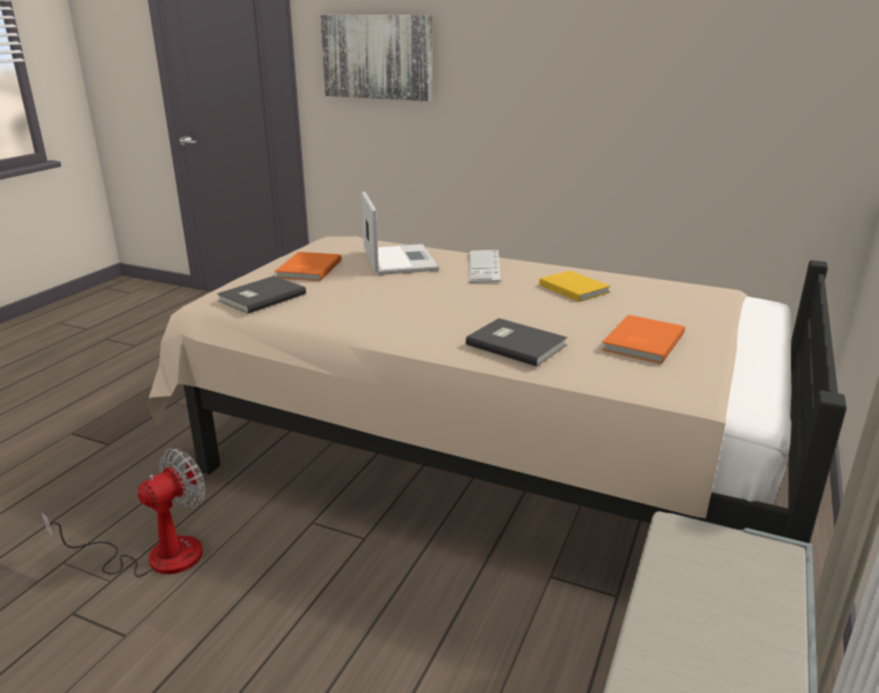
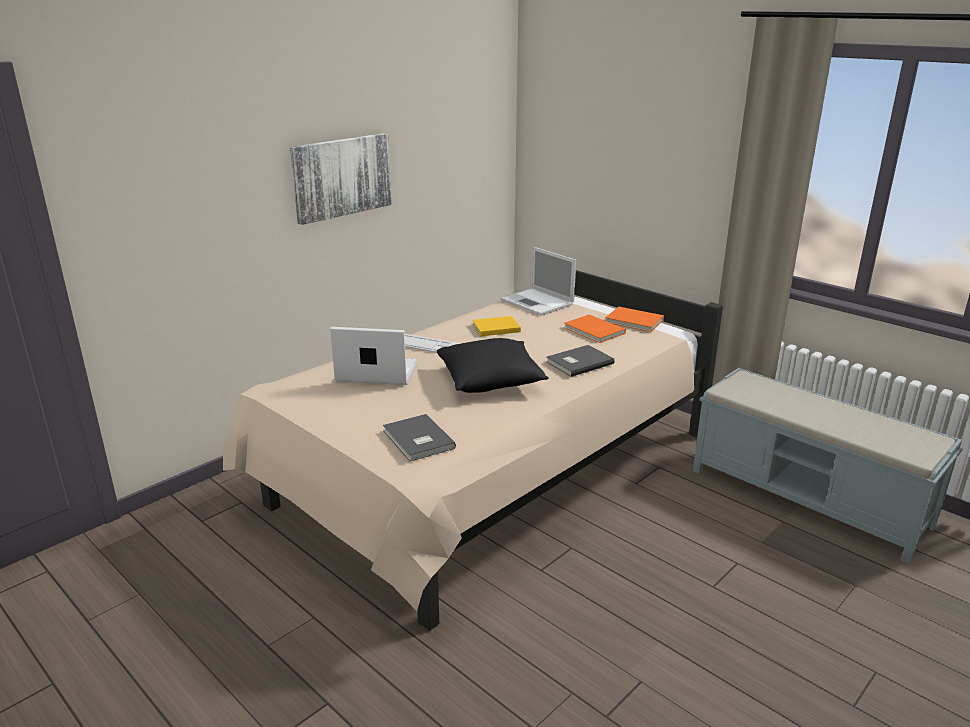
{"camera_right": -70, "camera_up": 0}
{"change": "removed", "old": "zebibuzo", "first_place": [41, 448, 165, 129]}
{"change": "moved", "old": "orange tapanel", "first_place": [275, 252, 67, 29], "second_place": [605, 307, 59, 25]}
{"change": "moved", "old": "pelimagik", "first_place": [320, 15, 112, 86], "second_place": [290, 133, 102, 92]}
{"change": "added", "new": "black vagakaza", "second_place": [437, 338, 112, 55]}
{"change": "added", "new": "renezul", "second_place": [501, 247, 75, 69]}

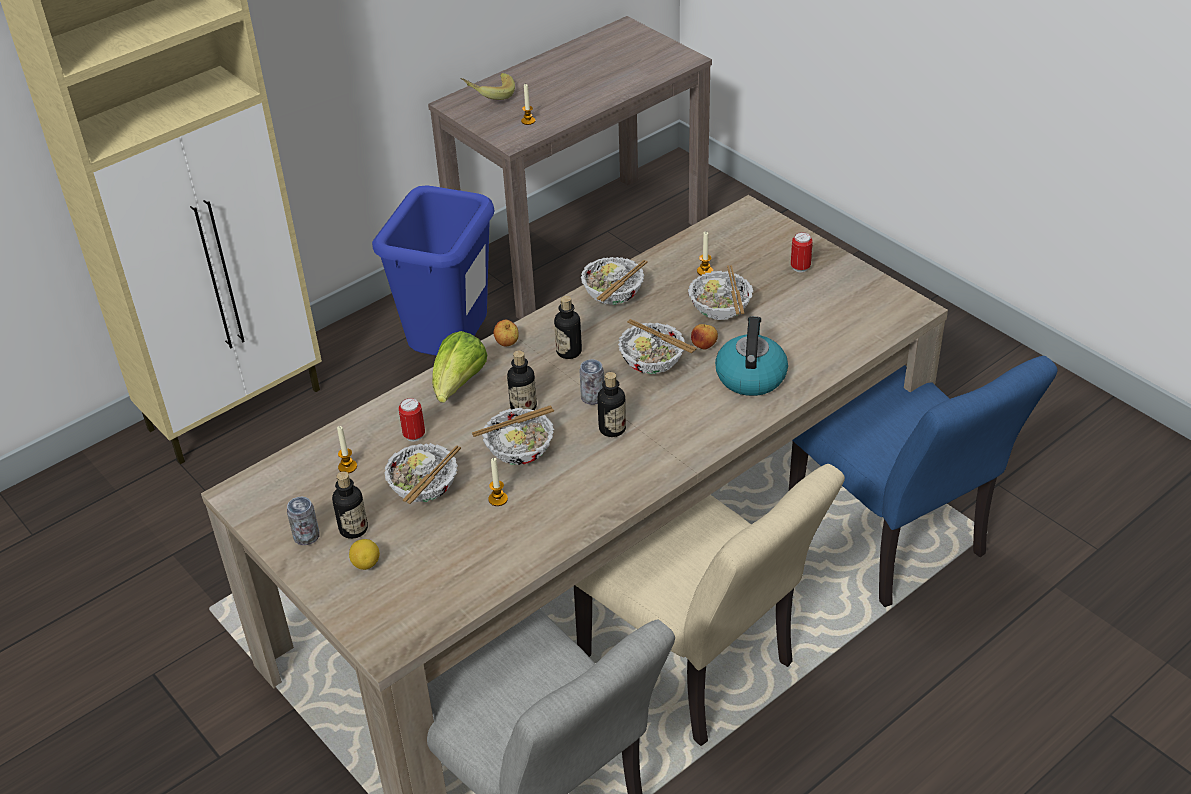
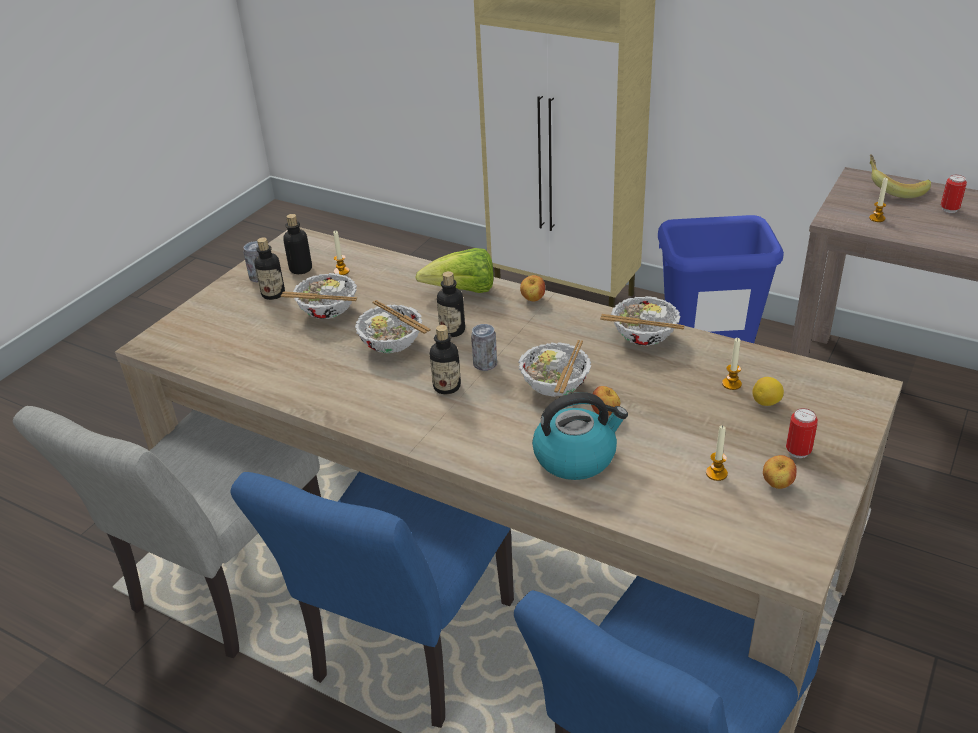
{"camera_right": 70, "camera_up": -5}
{"change": "moved", "old": "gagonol", "first_place": [349, 539, 31, 31], "second_place": [752, 377, 32, 29]}
{"change": "moved", "old": "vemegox", "first_place": [399, 398, 26, 44], "second_place": [941, 175, 26, 38]}
{"change": "moved", "old": "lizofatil", "first_place": [488, 458, 20, 48], "second_place": [706, 426, 22, 55]}
{"change": "moved", "old": "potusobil", "first_place": [554, 296, 28, 63], "second_place": [283, 214, 29, 60]}
{"change": "recoloured", "old": "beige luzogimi", "new": "blue luzogimi", "first_place": [574, 464, 271, 282], "second_place": [230, 472, 284, 256]}
{"change": "removed", "old": "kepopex", "first_place": [688, 265, 65, 55]}
{"change": "added", "new": "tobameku", "second_place": [763, 455, 34, 34]}

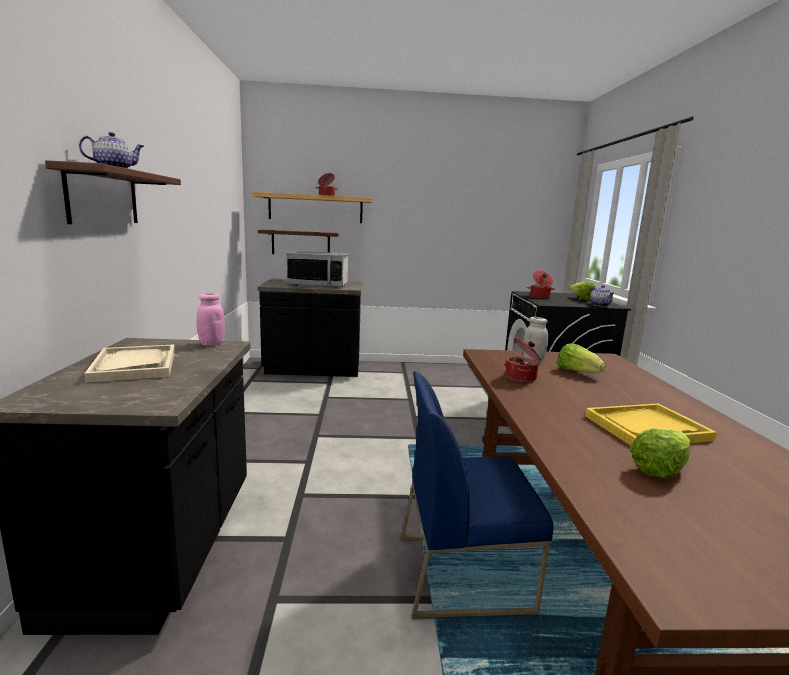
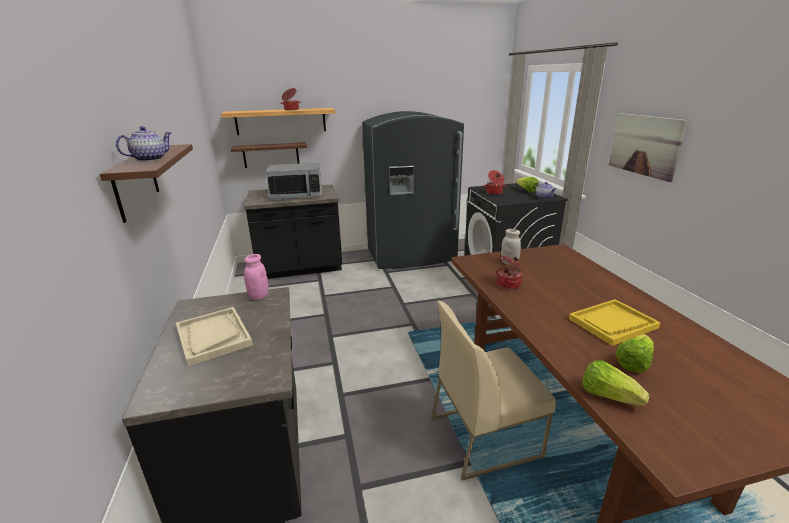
{"camera_right": -10, "camera_up": 10}
{"change": "recoloured", "old": "blue luzogimi", "new": "beige luzogimi", "first_place": [401, 371, 153, 248], "second_place": [432, 301, 124, 180]}
{"change": "moved", "old": "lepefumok", "first_place": [557, 343, 49, 30], "second_place": [582, 360, 67, 46]}
{"change": "added", "new": "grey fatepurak", "second_place": [362, 111, 102, 158]}
{"change": "added", "new": "pelimagik", "second_place": [609, 113, 79, 69]}

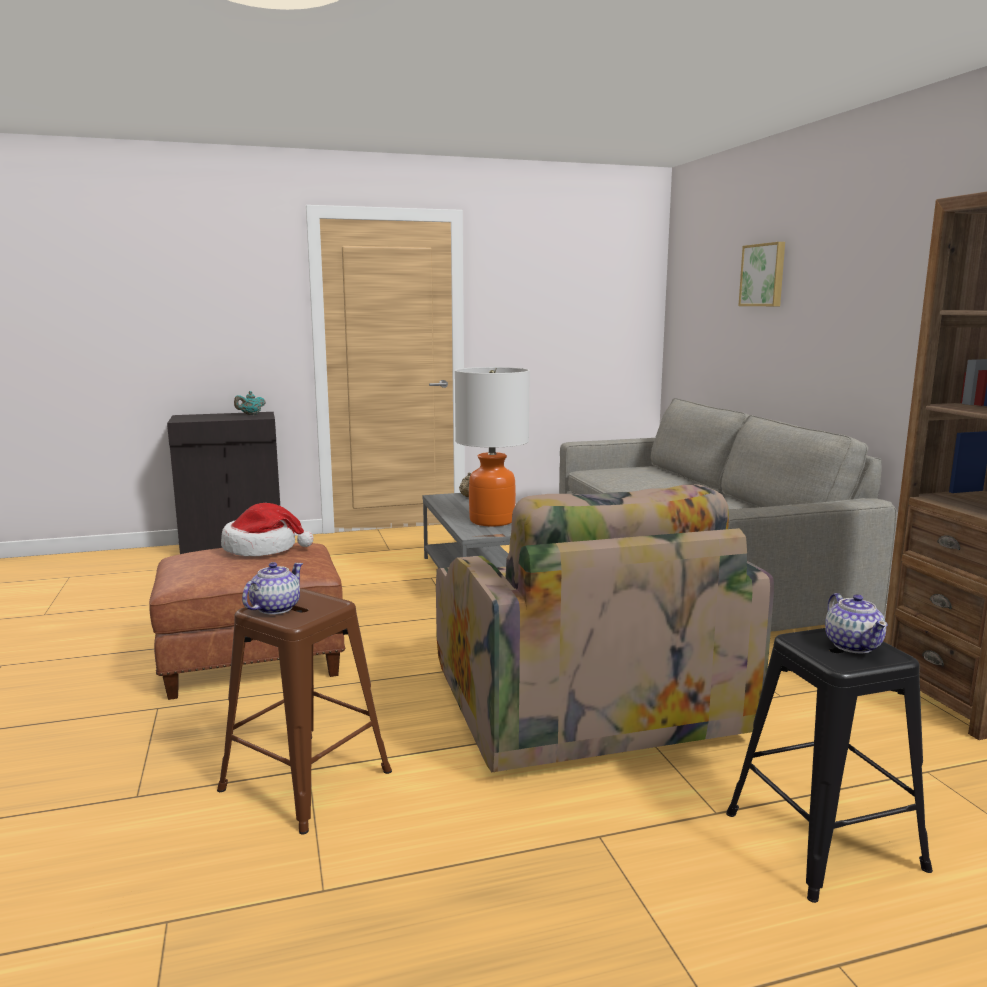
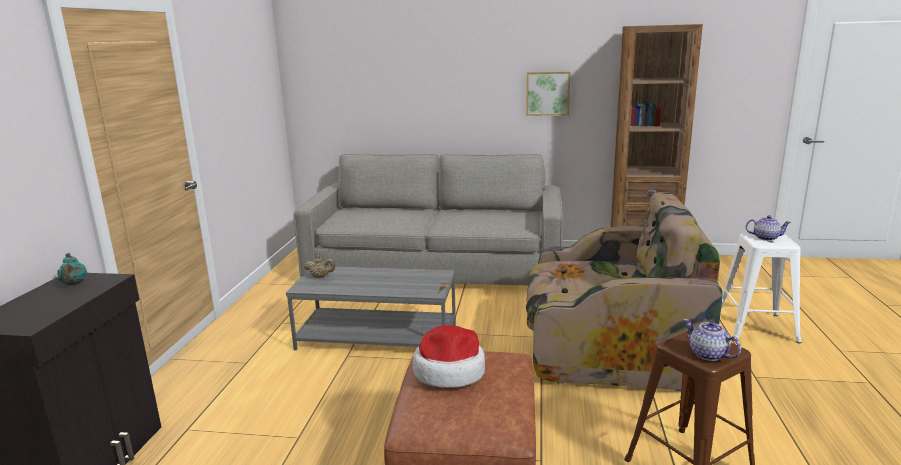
{"camera_right": -65, "camera_up": 5}
{"change": "removed", "old": "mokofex", "first_place": [455, 367, 75, 160]}
{"change": "recoloured", "old": "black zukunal", "new": "white zukunal", "first_place": [726, 628, 207, 275], "second_place": [721, 233, 81, 110]}
{"change": "moved", "old": "pelimagik", "first_place": [739, 242, 46, 64], "second_place": [526, 71, 44, 45]}

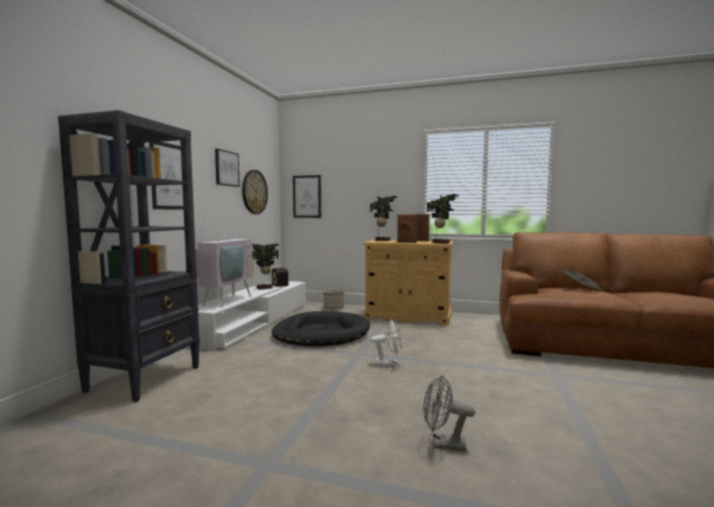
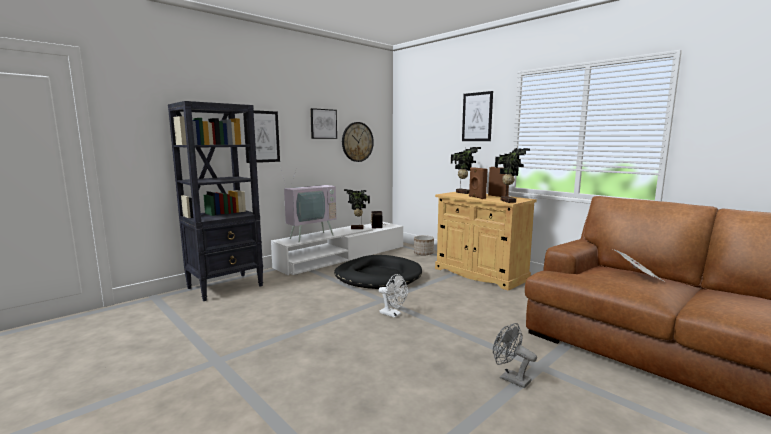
{"camera_right": 30, "camera_up": 5}
{"change": "moved", "old": "pelimagik", "first_place": [293, 175, 28, 43], "second_place": [462, 91, 31, 50]}
{"change": "moved", "old": "grey zebibuzo", "first_place": [423, 375, 52, 77], "second_place": [493, 323, 44, 65]}

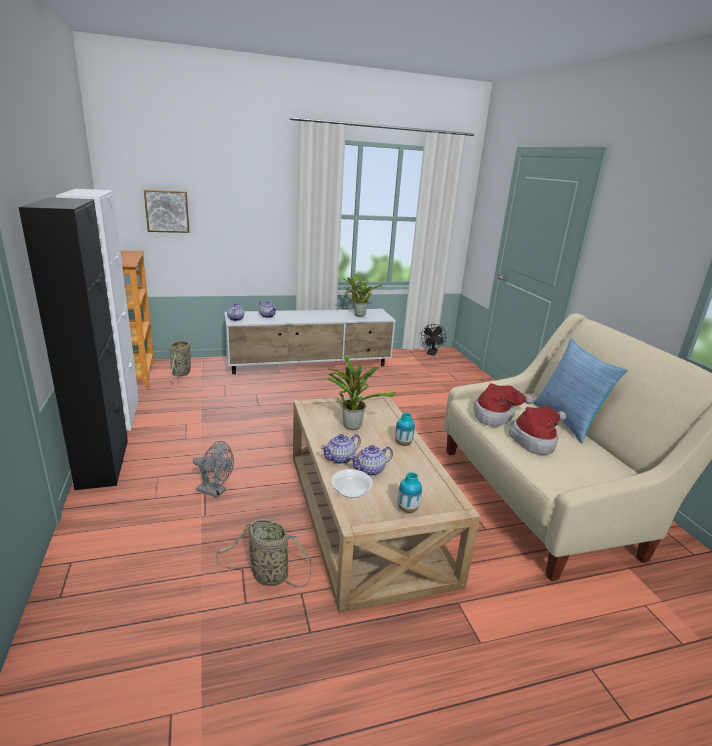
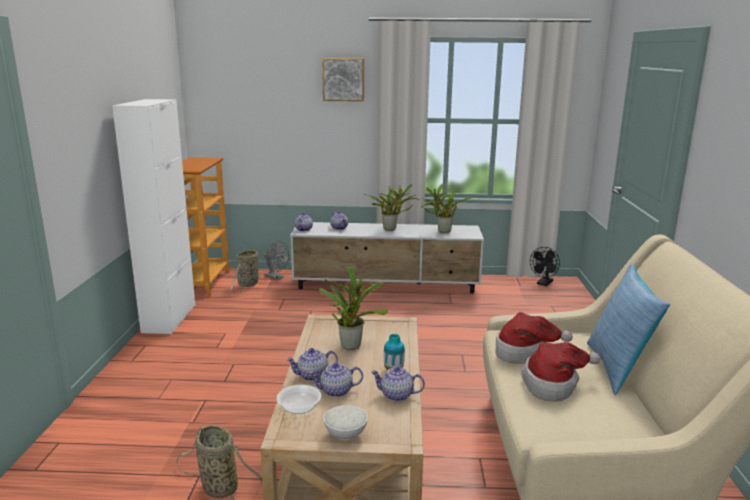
{"camera_right": 20, "camera_up": -5}
{"change": "removed", "old": "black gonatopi", "first_place": [19, 197, 109, 293]}
{"change": "moved", "old": "pelimagik", "first_place": [144, 190, 46, 43], "second_place": [322, 58, 42, 43]}
{"change": "moved", "old": "grey zebibuzo", "first_place": [193, 441, 41, 57], "second_place": [264, 241, 25, 39]}
{"change": "replaced", "old": "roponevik", "new": "white kepopex", "first_place": [398, 472, 24, 41], "second_place": [324, 405, 44, 35]}
{"change": "added", "new": "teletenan", "second_place": [364, 184, 56, 47]}
{"change": "added", "new": "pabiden", "second_place": [371, 366, 54, 35]}

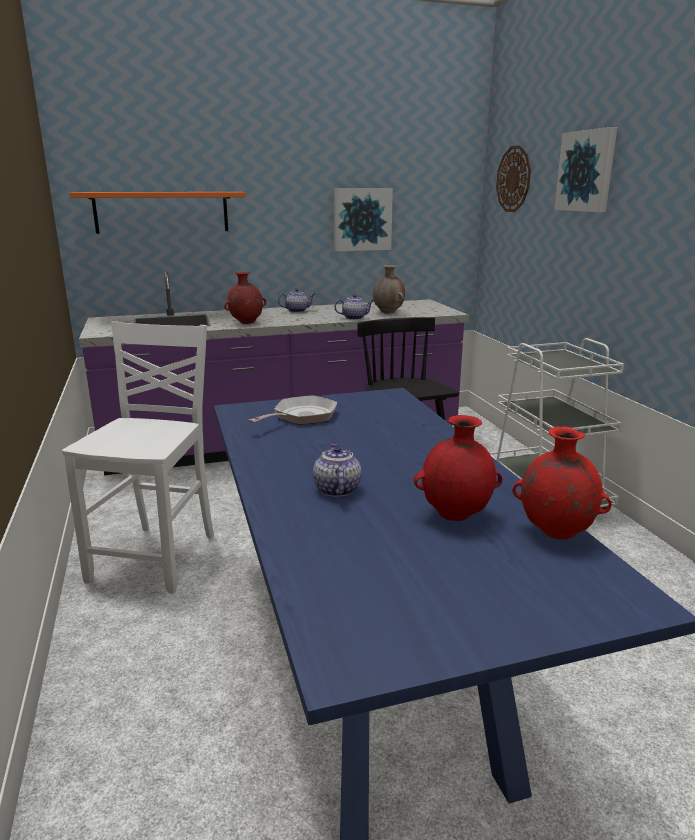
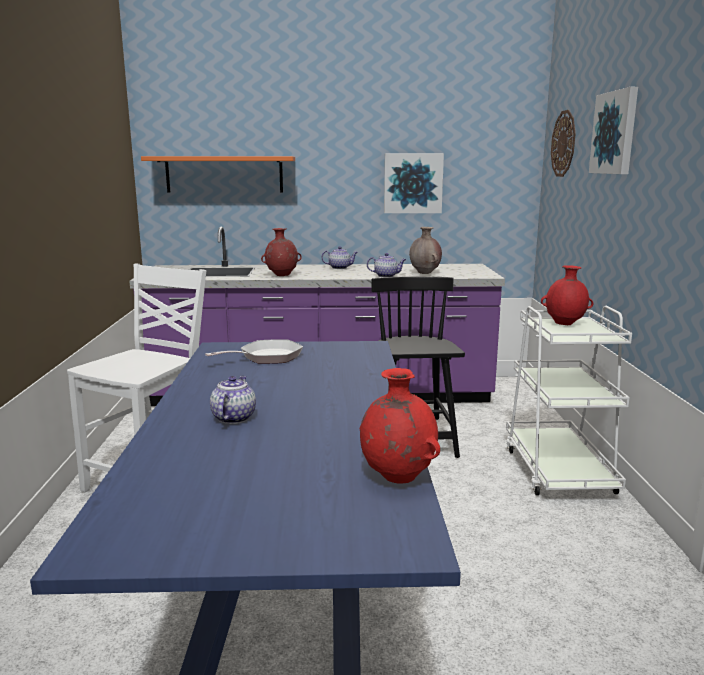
{"camera_right": 15, "camera_up": -5}
{"change": "moved", "old": "red roponevik", "first_place": [414, 415, 88, 106], "second_place": [541, 265, 52, 60]}

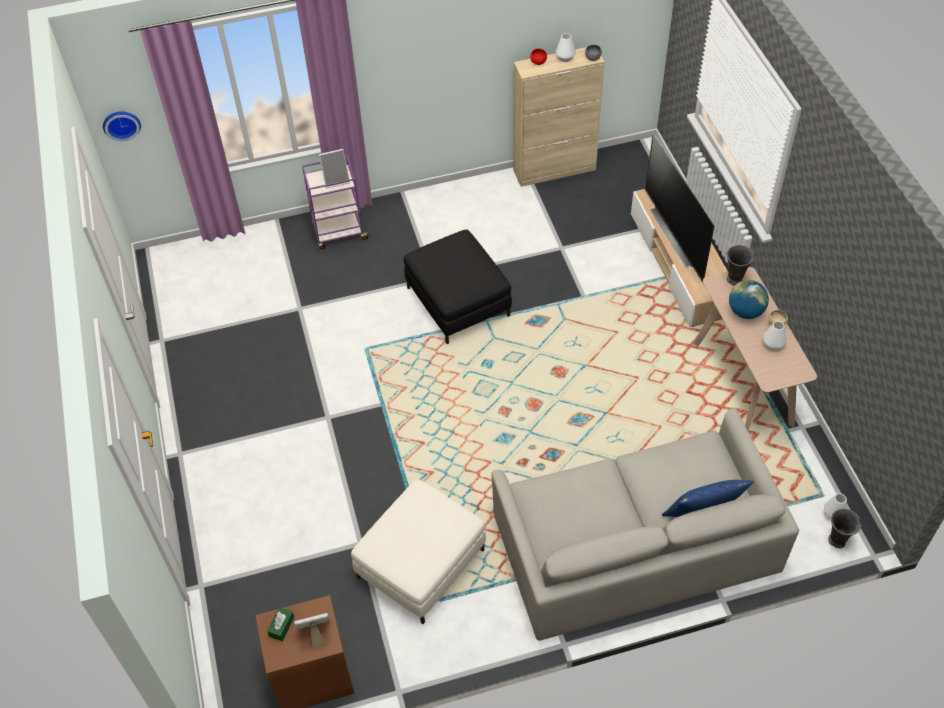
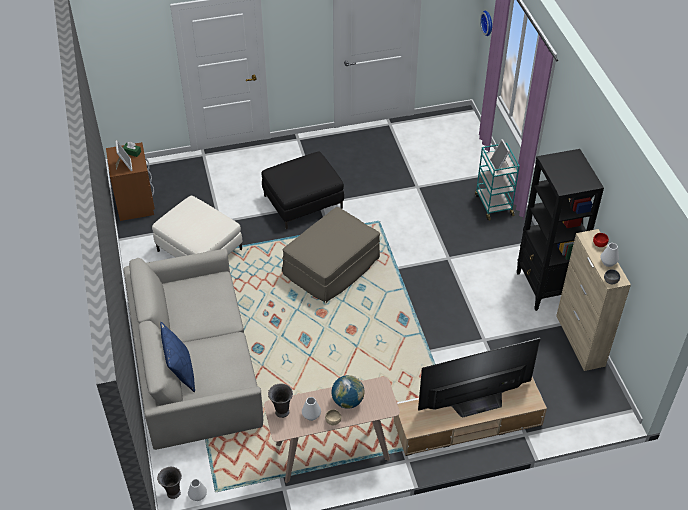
{"camera_right": 90, "camera_up": -5}
{"change": "recoloured", "old": "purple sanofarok", "new": "turquoise sanofarok", "first_place": [302, 156, 68, 93], "second_place": [475, 143, 45, 78]}
{"change": "moved", "old": "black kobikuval", "first_place": [404, 230, 108, 114], "second_place": [261, 152, 83, 77]}
{"change": "moved", "old": "grey roponevik", "first_place": [727, 245, 27, 41], "second_place": [268, 383, 25, 35]}
{"change": "added", "new": "beige kobikuval", "second_place": [282, 207, 98, 96]}
{"change": "added", "new": "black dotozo", "second_place": [516, 149, 88, 162]}

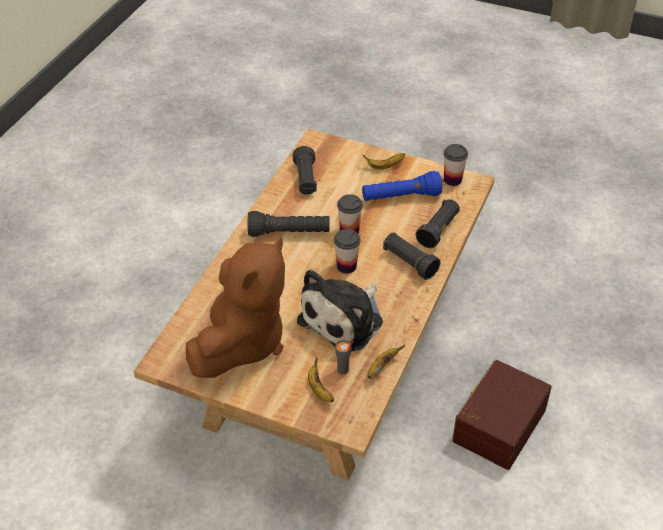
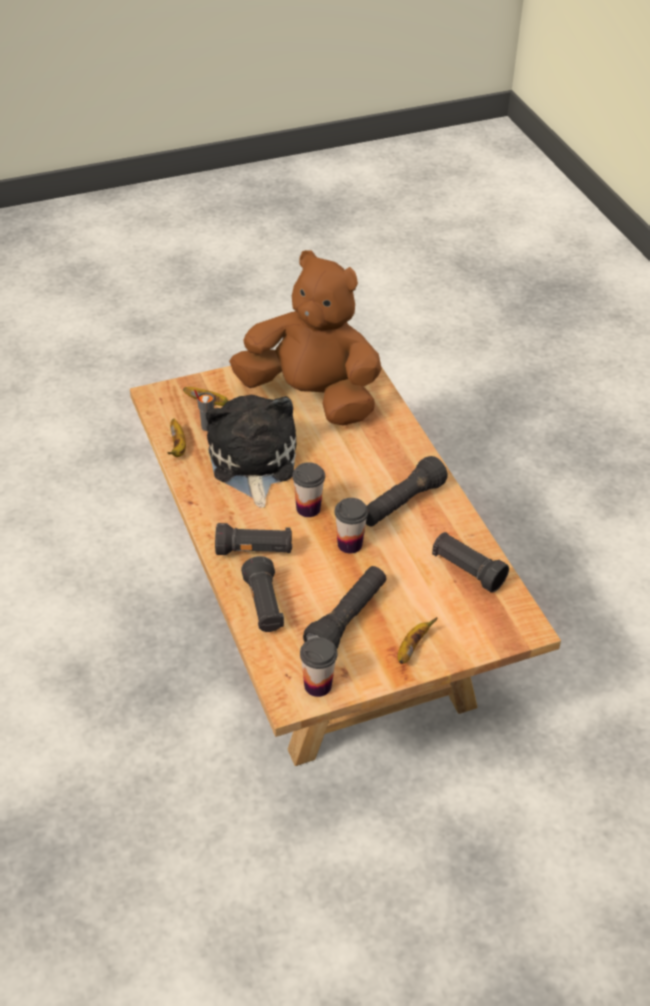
{"camera_right": 135, "camera_up": 0}
{"change": "turned", "old": "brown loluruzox", "first_place": [186, 237, 99, 141], "second_place": [229, 250, 153, 176], "degrees": 135}
{"change": "recoloured", "old": "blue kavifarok", "new": "black kavifarok", "first_place": [362, 171, 80, 30], "second_place": [303, 566, 83, 82]}
{"change": "removed", "old": "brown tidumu", "first_place": [452, 360, 99, 110]}

